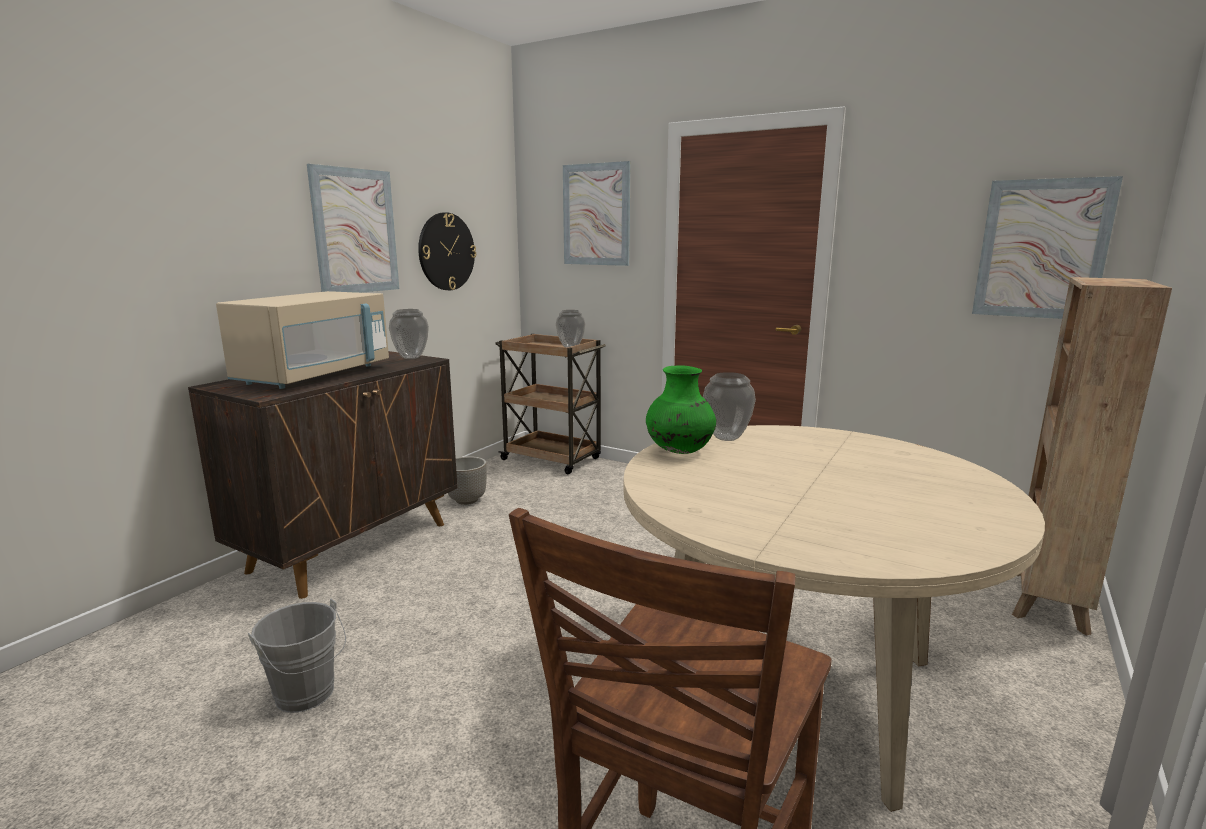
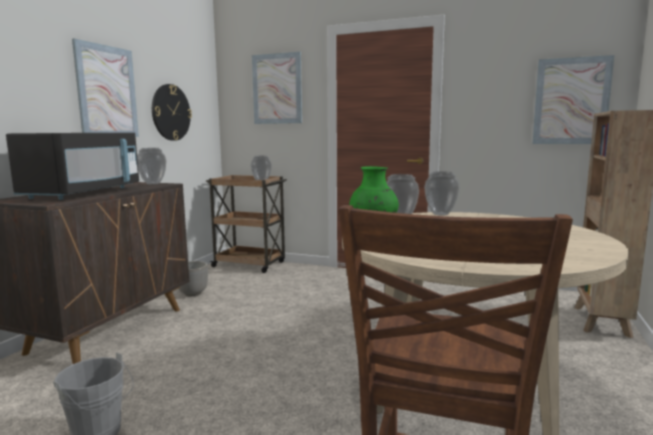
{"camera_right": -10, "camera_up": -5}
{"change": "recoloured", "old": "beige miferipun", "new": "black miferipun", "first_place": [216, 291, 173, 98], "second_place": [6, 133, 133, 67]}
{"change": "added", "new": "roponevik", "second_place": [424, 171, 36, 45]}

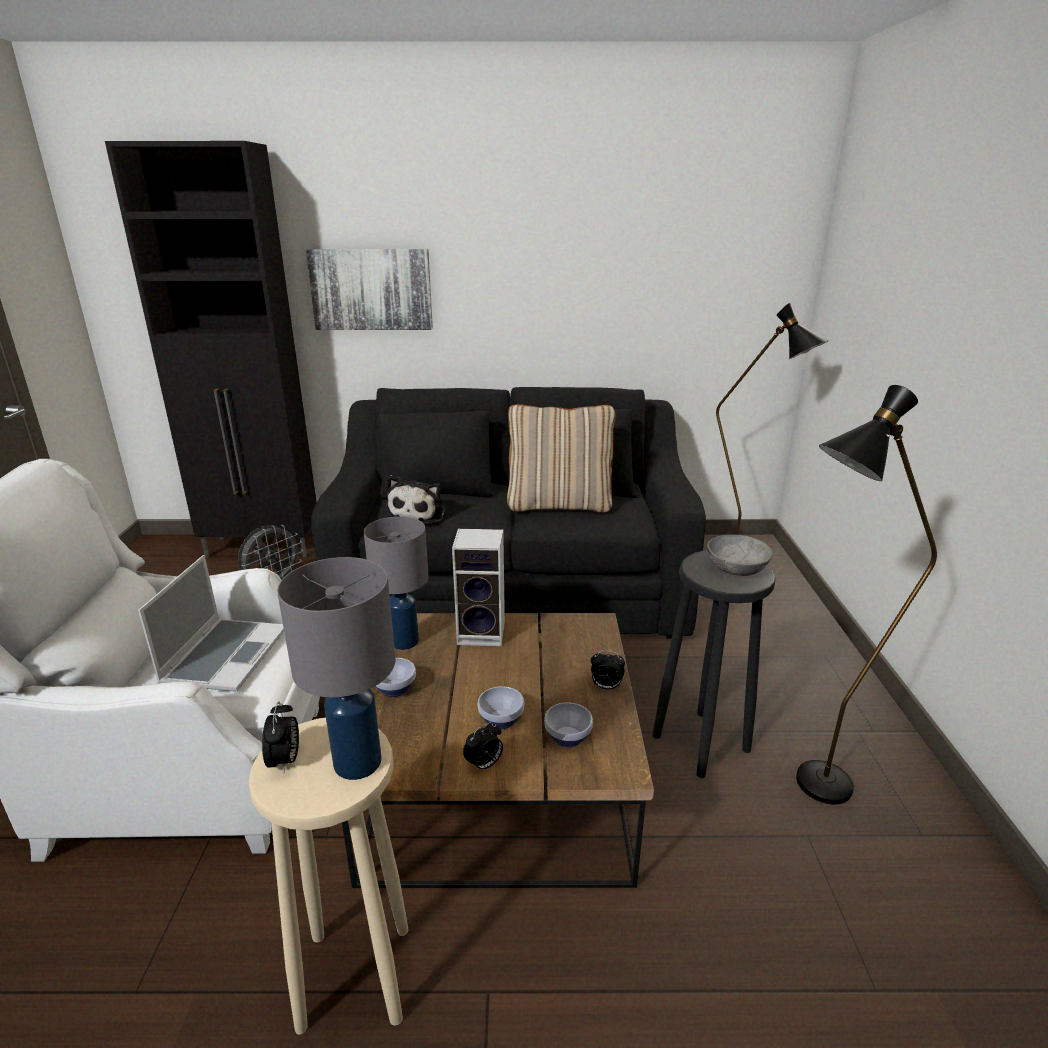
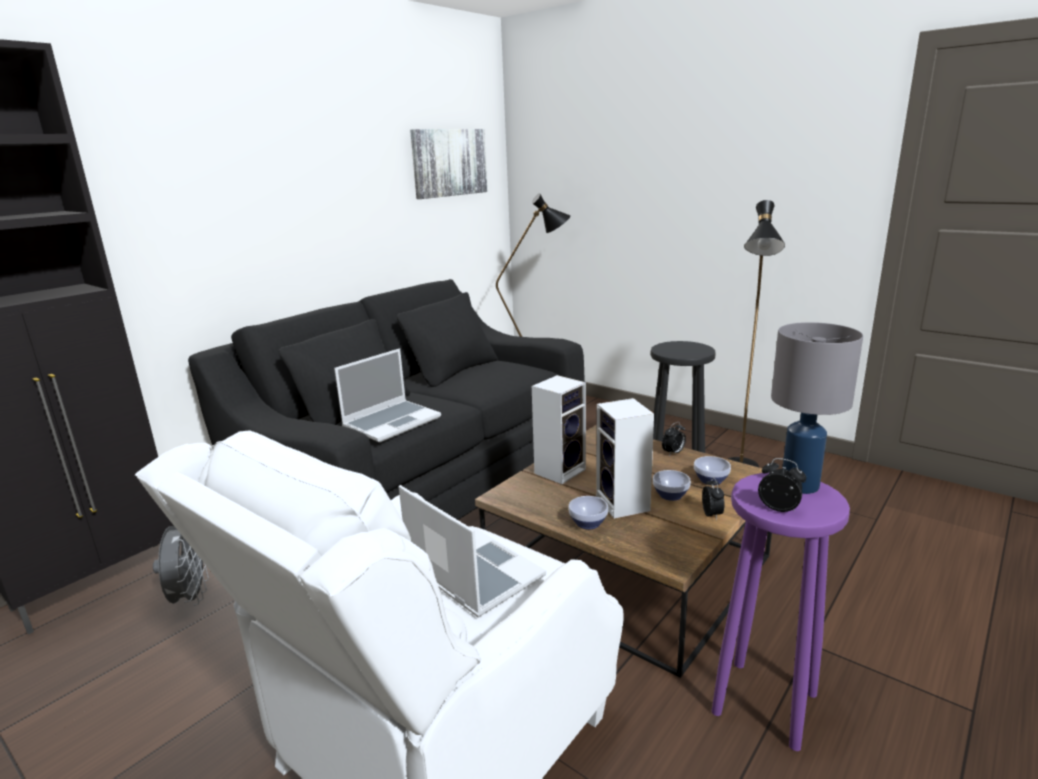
{"camera_right": -50, "camera_up": -5}
{"change": "recoloured", "old": "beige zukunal", "new": "purple zukunal", "first_place": [248, 718, 160, 317], "second_place": [712, 473, 138, 278]}
{"change": "moved", "old": "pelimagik", "first_place": [306, 249, 127, 81], "second_place": [410, 129, 77, 70]}
{"change": "removed", "old": "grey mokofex", "first_place": [364, 516, 65, 134]}
{"change": "replaced", "old": "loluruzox", "new": "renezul", "first_place": [386, 475, 59, 49], "second_place": [334, 348, 107, 95]}
{"change": "removed", "old": "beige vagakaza", "first_place": [507, 404, 109, 109]}
{"change": "removed", "old": "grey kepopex", "first_place": [707, 535, 66, 41]}
{"change": "added", "new": "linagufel", "second_place": [596, 398, 58, 121]}

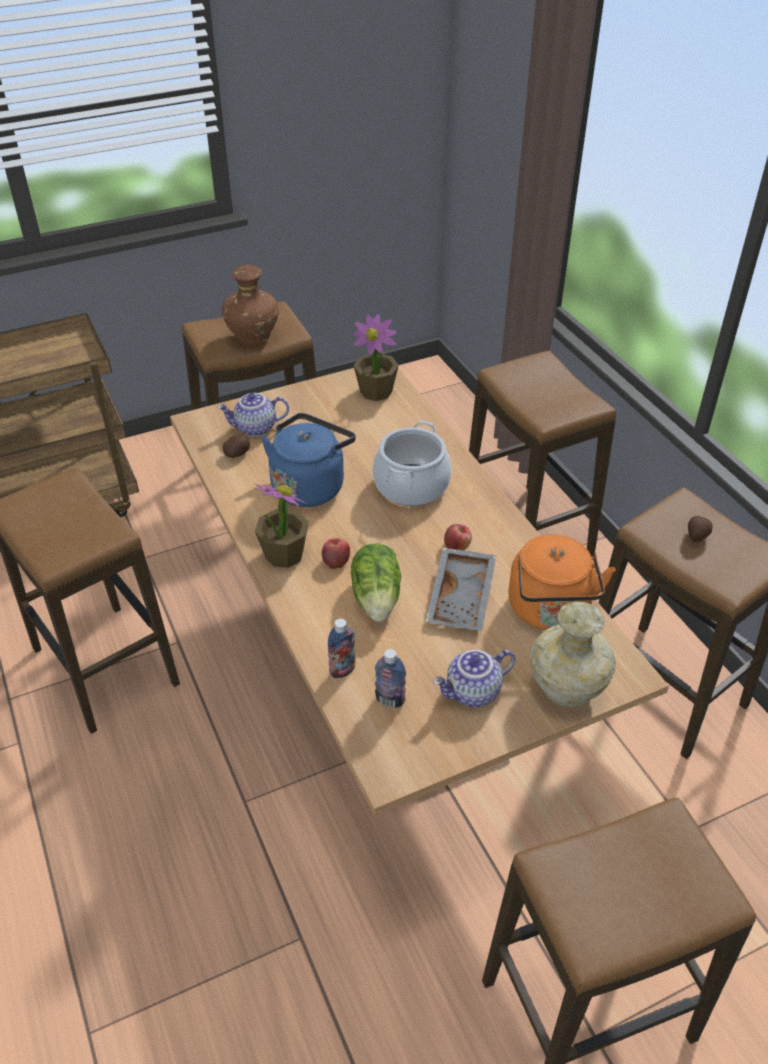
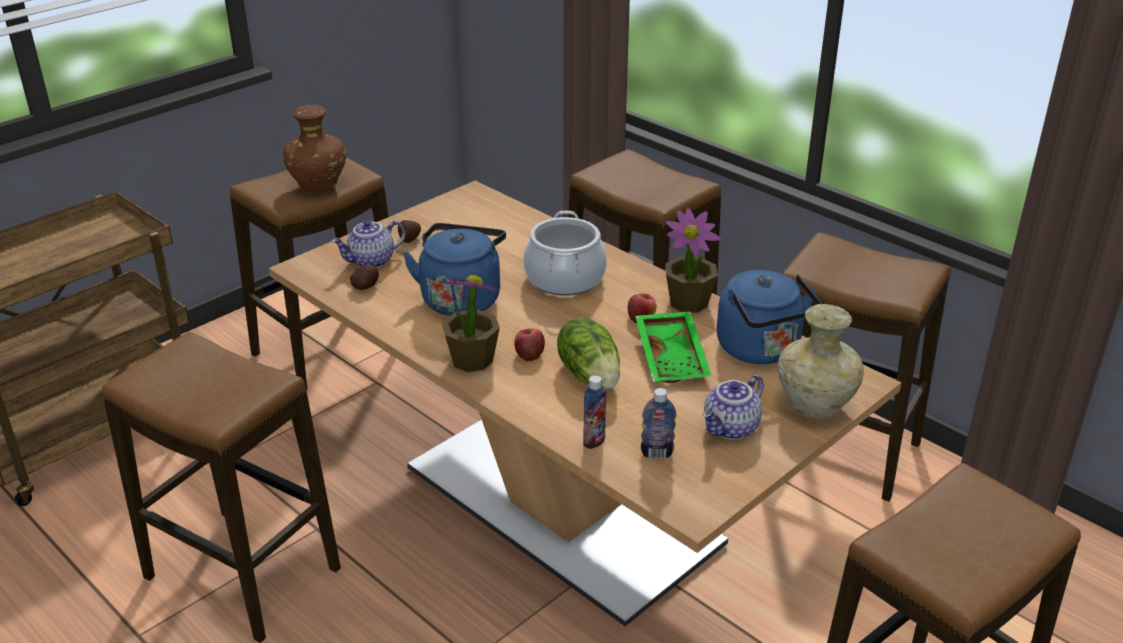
{"camera_right": -20, "camera_up": -10}
{"change": "moved", "old": "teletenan", "first_place": [353, 314, 46, 87], "second_place": [665, 208, 56, 105]}
{"change": "recoloured", "old": "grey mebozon", "new": "green mebozon", "first_place": [426, 548, 70, 83], "second_place": [635, 311, 77, 72]}
{"change": "recoloured", "old": "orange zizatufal", "new": "blue zizatufal", "first_place": [508, 534, 108, 96], "second_place": [717, 270, 105, 94]}
{"change": "moved", "old": "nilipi", "first_place": [688, 516, 25, 26], "second_place": [398, 220, 23, 23]}

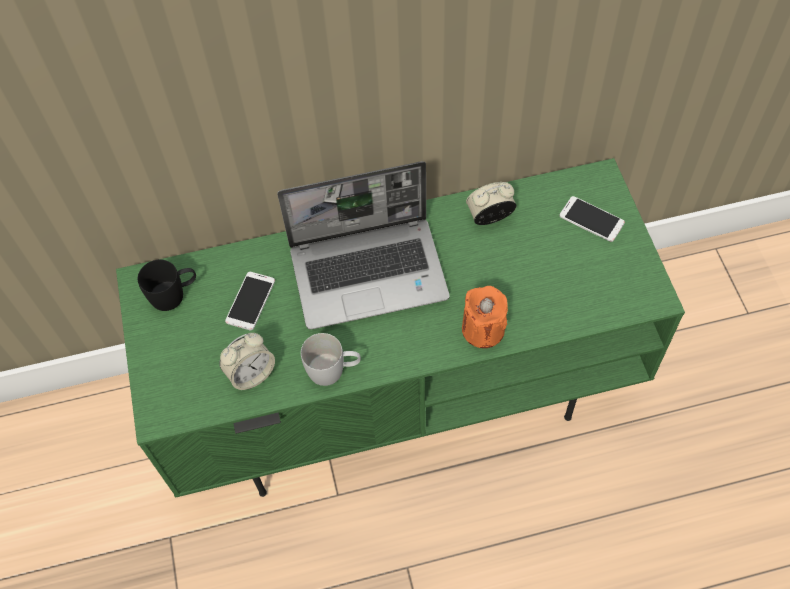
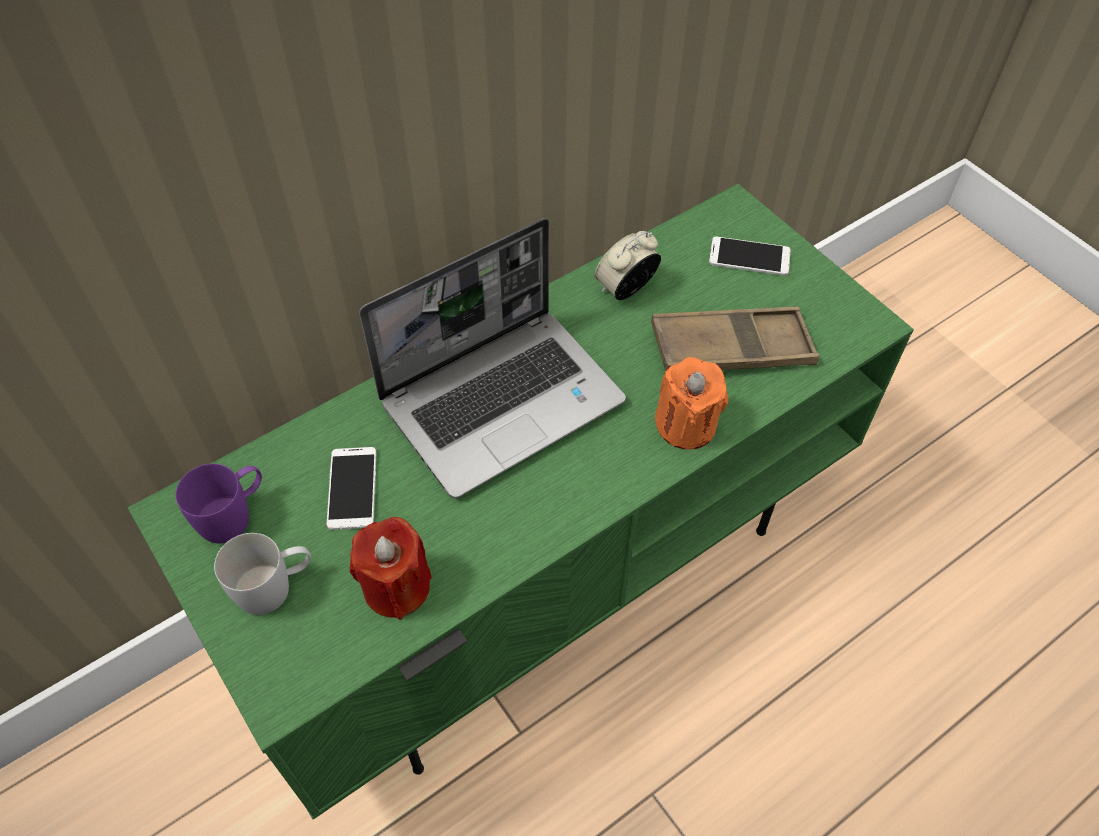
{"camera_right": -25, "camera_up": -5}
{"change": "recoloured", "old": "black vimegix", "new": "purple vimegix", "first_place": [137, 260, 59, 51], "second_place": [176, 464, 86, 79]}
{"change": "replaced", "old": "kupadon", "new": "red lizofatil", "first_place": [219, 333, 56, 57], "second_place": [350, 517, 82, 103]}
{"change": "moved", "old": "white vimegix", "first_place": [301, 333, 60, 53], "second_place": [214, 533, 97, 82]}
{"change": "added", "new": "brown mebozon", "second_place": [651, 307, 168, 65]}

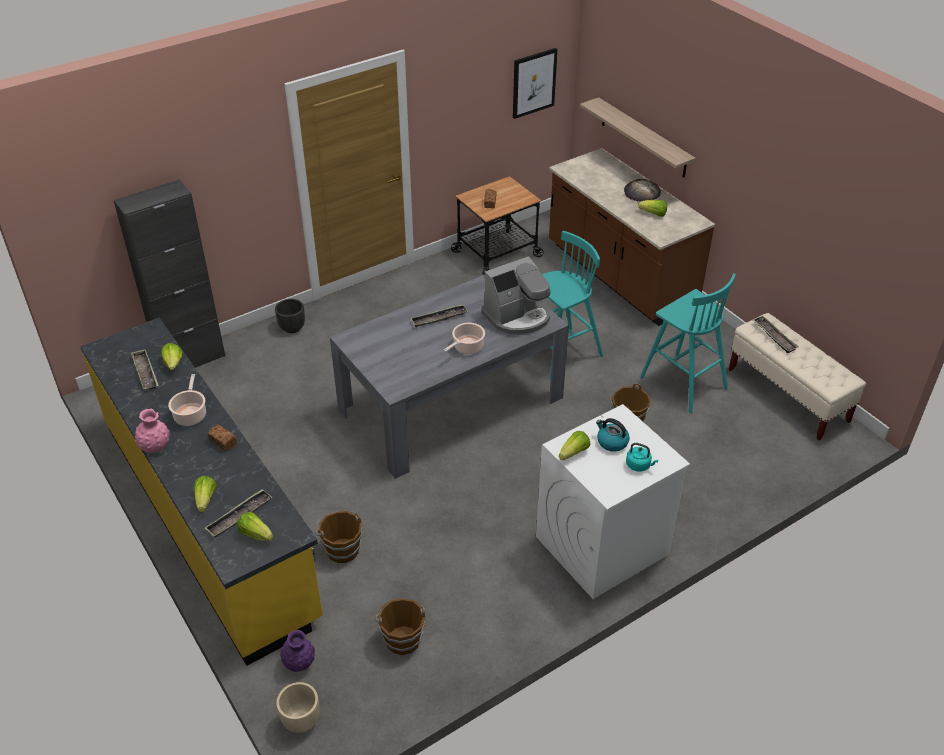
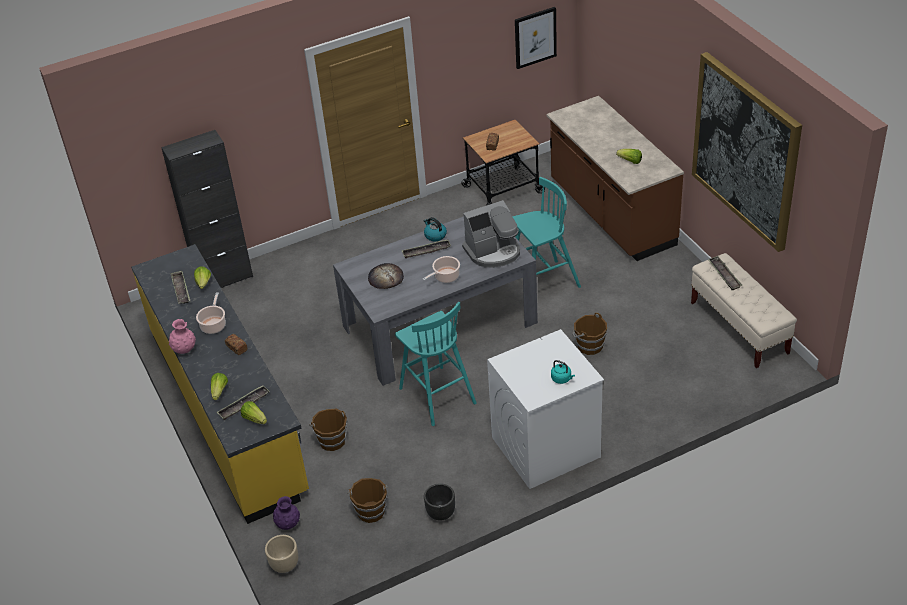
{"camera_right": 10, "camera_up": 0}
{"change": "moved", "old": "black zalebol", "first_place": [275, 299, 30, 34], "second_place": [424, 483, 31, 38]}
{"change": "removed", "old": "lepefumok", "first_place": [559, 431, 31, 29]}
{"change": "removed", "old": "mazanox", "first_place": [580, 97, 116, 81]}
{"change": "moved", "old": "zizatufal", "first_place": [596, 418, 34, 34], "second_place": [424, 217, 23, 24]}
{"change": "moved", "old": "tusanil", "first_place": [624, 179, 37, 22], "second_place": [368, 263, 36, 26]}
{"change": "moved", "old": "turquoise zukunal", "first_place": [640, 273, 96, 141], "second_place": [395, 302, 82, 124]}
{"change": "added", "new": "pelimagik", "second_place": [692, 52, 110, 200]}

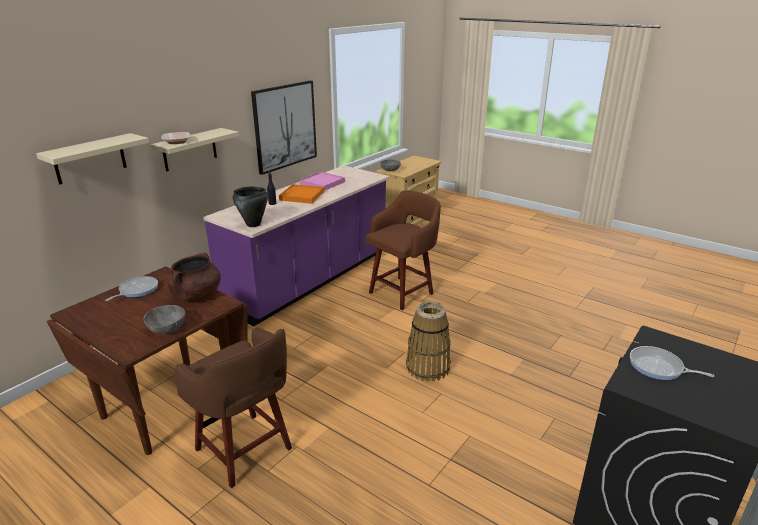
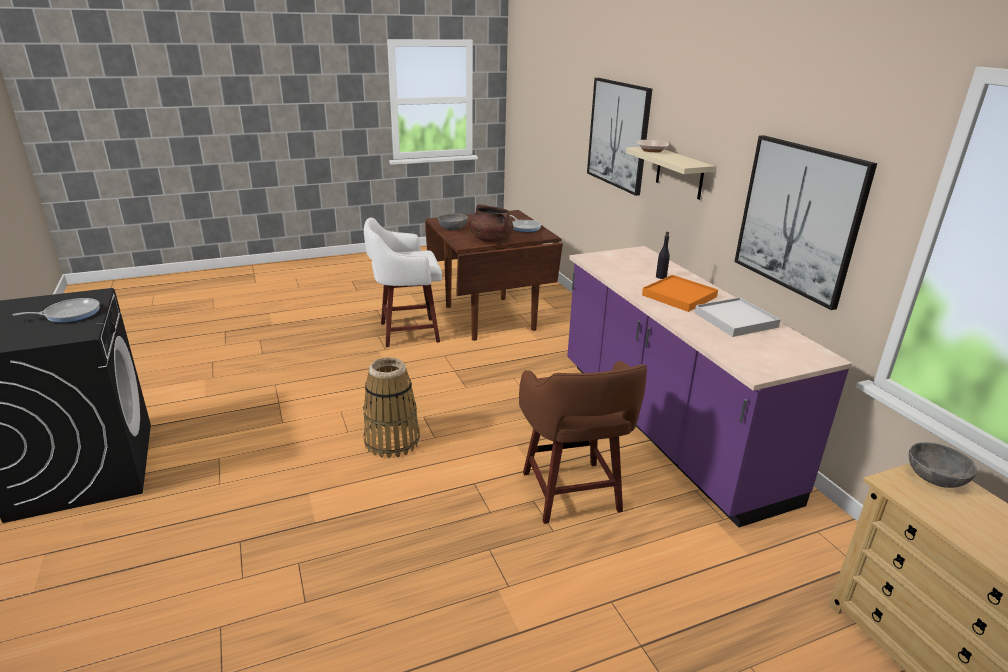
{"camera_right": 120, "camera_up": 0}
{"change": "replaced", "old": "beige mazanox", "new": "pelimagik", "first_place": [36, 133, 113, 52], "second_place": [587, 78, 65, 118]}
{"change": "recoloured", "old": "brown zukunal", "new": "white zukunal", "first_place": [175, 327, 117, 161], "second_place": [364, 217, 78, 131]}
{"change": "removed", "old": "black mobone", "first_place": [233, 187, 35, 40]}
{"change": "recoloured", "old": "pink mebozon", "new": "white mebozon", "first_place": [299, 172, 46, 19], "second_place": [695, 297, 86, 40]}

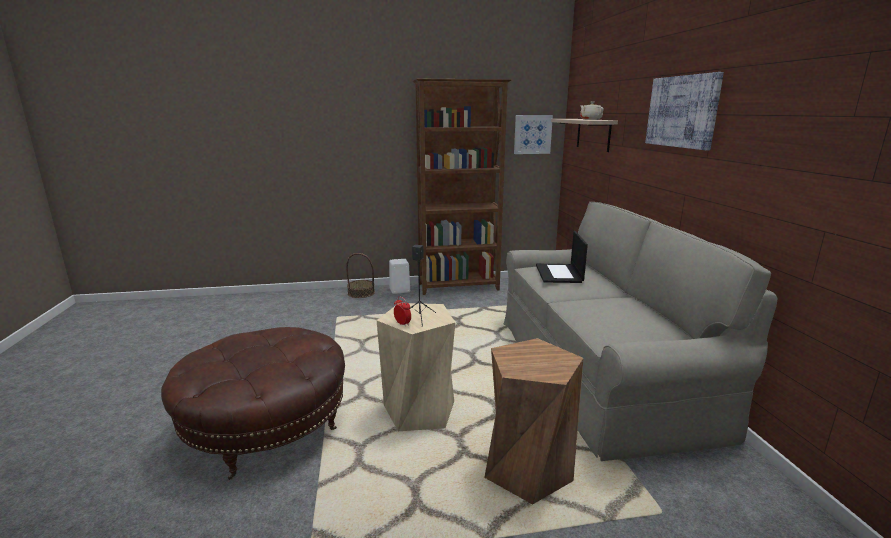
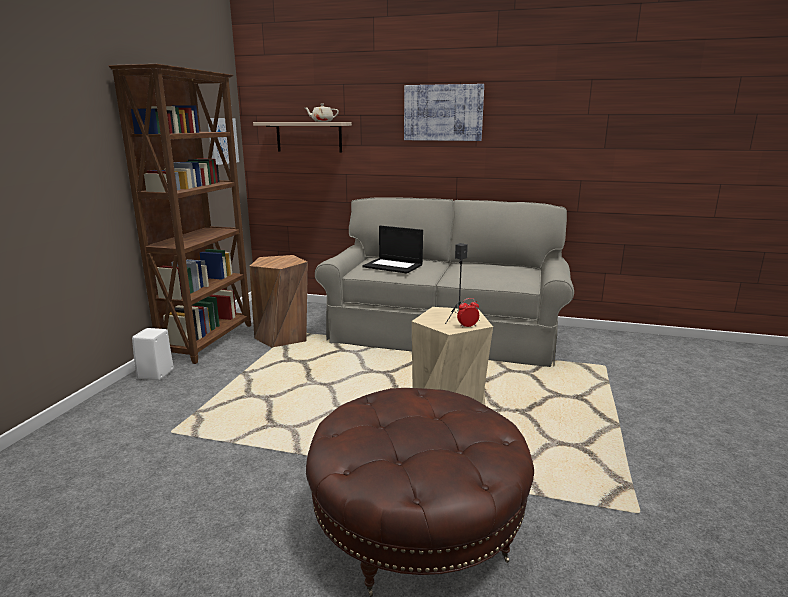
{"camera_right": -65, "camera_up": 0}
{"change": "removed", "old": "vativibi", "first_place": [346, 253, 29, 45]}
{"change": "moved", "old": "brown zukunal", "first_place": [484, 338, 100, 167], "second_place": [249, 255, 59, 93]}

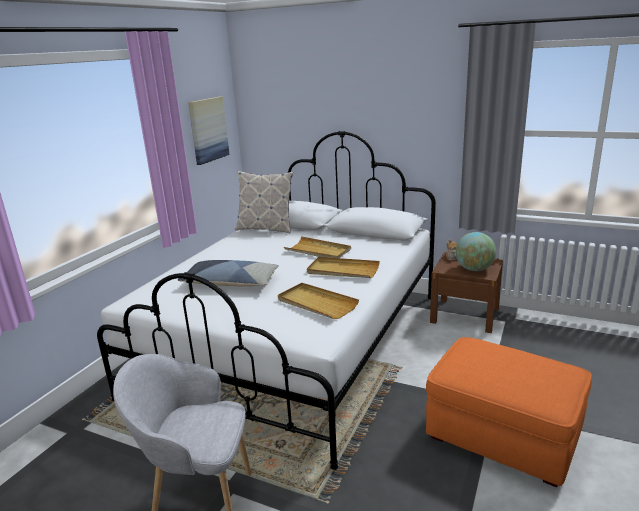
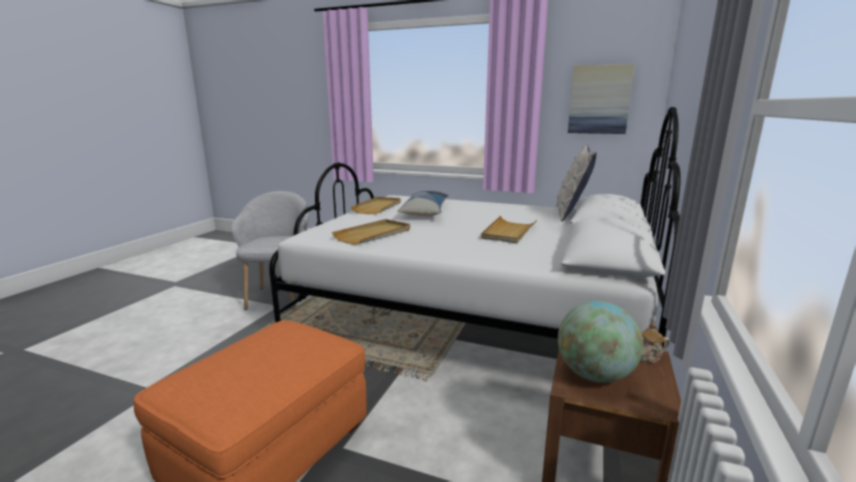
{"camera_right": 85, "camera_up": -5}
{"change": "moved", "old": "beige mebozon", "first_place": [307, 257, 73, 21], "second_place": [350, 197, 51, 17]}

